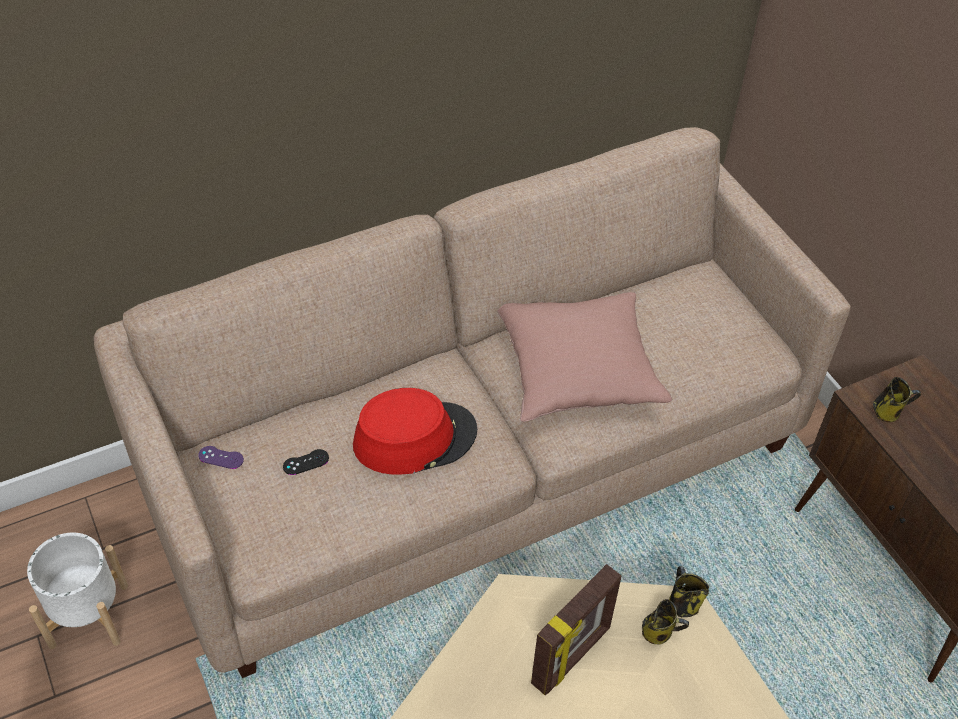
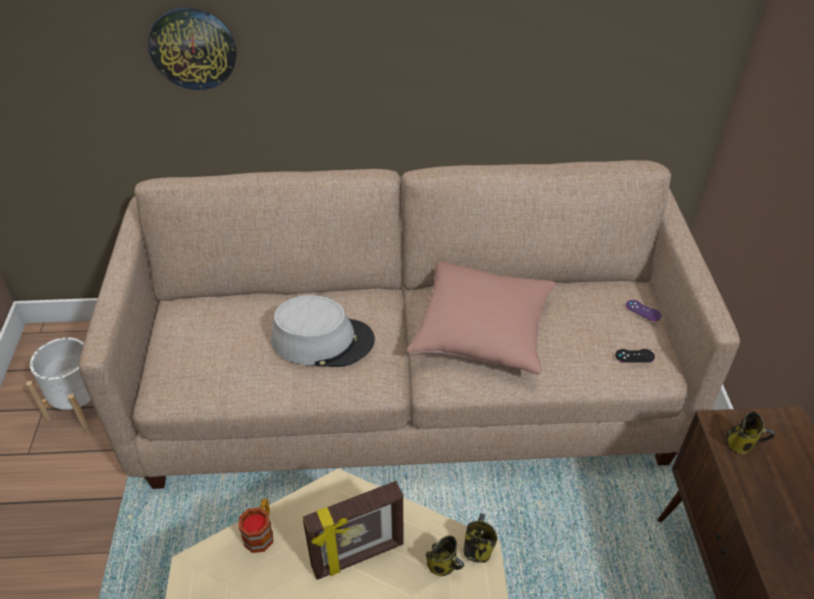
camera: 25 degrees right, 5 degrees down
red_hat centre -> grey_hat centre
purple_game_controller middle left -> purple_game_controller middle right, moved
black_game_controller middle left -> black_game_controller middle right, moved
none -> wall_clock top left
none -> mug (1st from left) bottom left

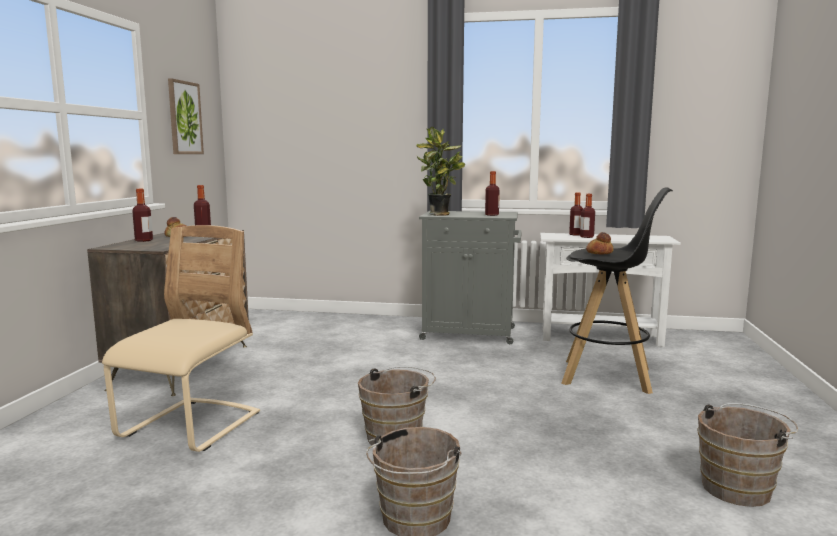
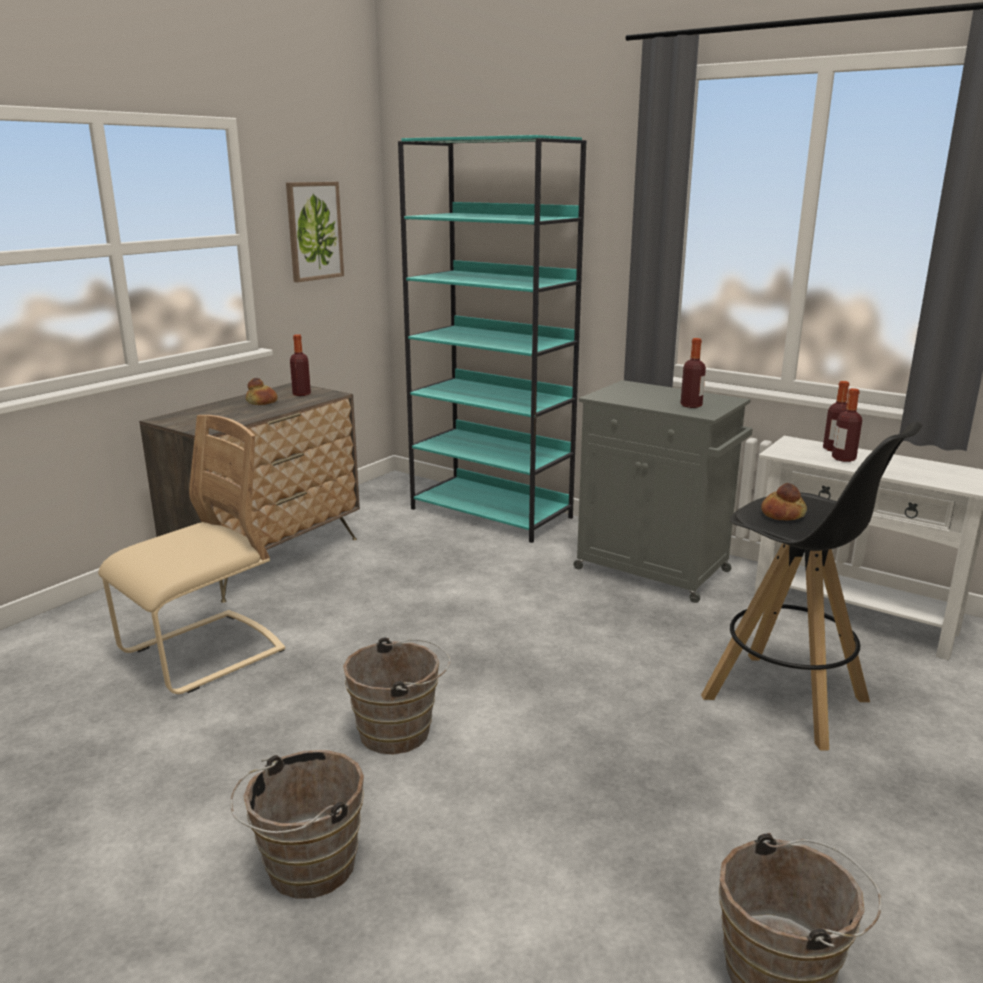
camera: 25 degrees right, 10 degrees up
potted_plant top centre -> none
bottle (1st from left) middle left -> none
none -> turquoise_bookcase centre

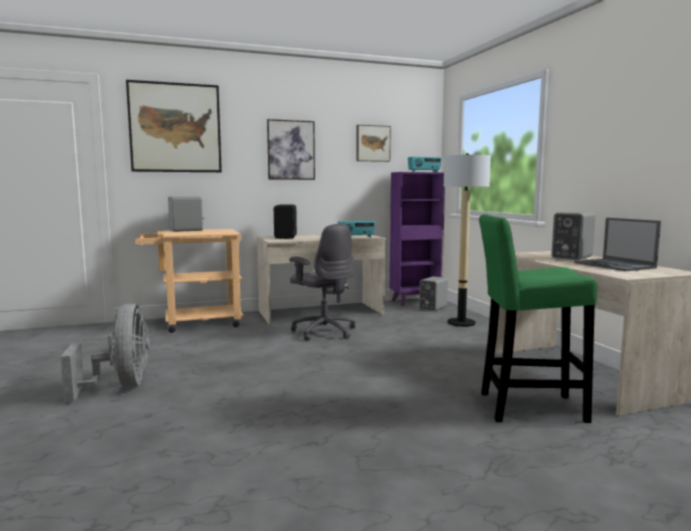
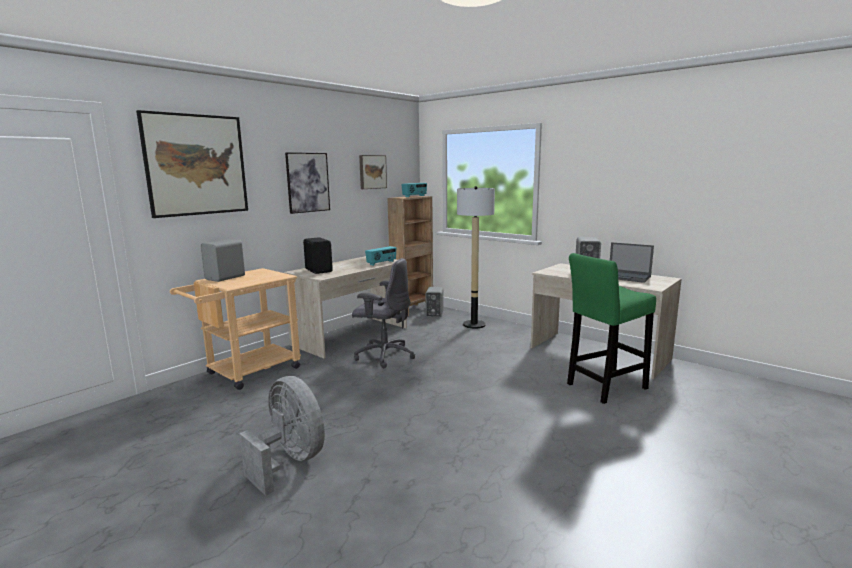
camera: 30 degrees left, 5 degrees up
purple_bookcase centre -> brown_bookcase centre

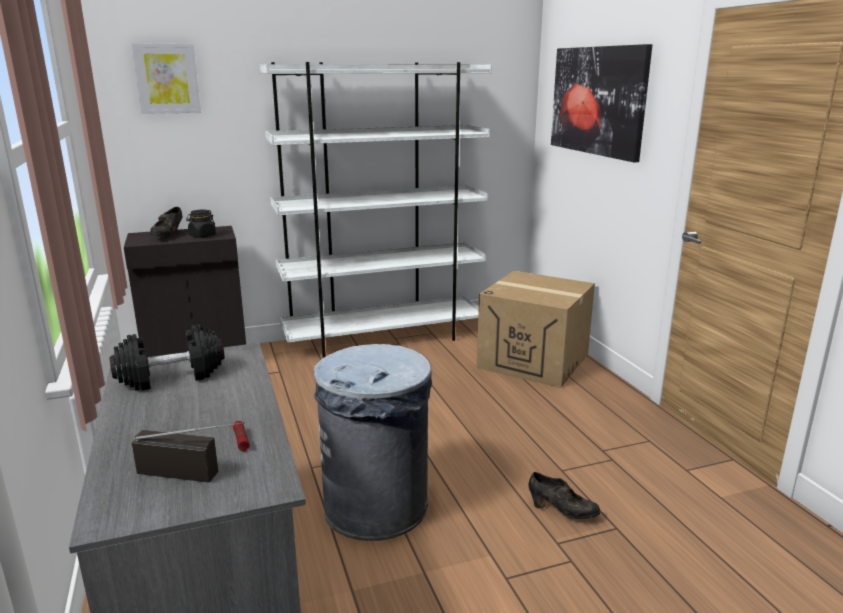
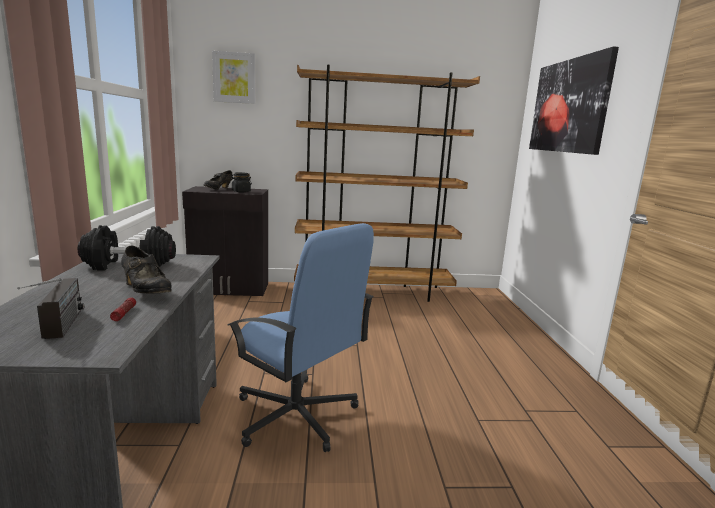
camera: 15 degrees right, 5 degrees down
white_bookcase centre -> brown_bookcase centre
cardboard_box centre -> none
grey_trash_can bottom centre -> blue_office_chair centre
radio bottom left -> radio middle left, 45 degrees clockwise
black_shoe (2nd from left in the first image) bottom right -> black_shoe (1st from left) middle left, moved

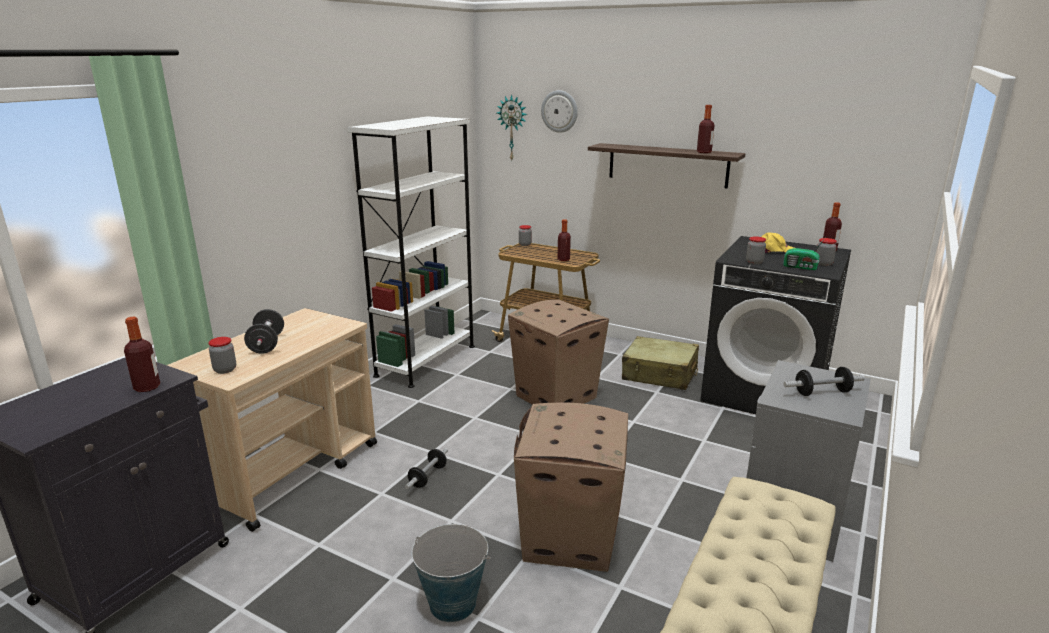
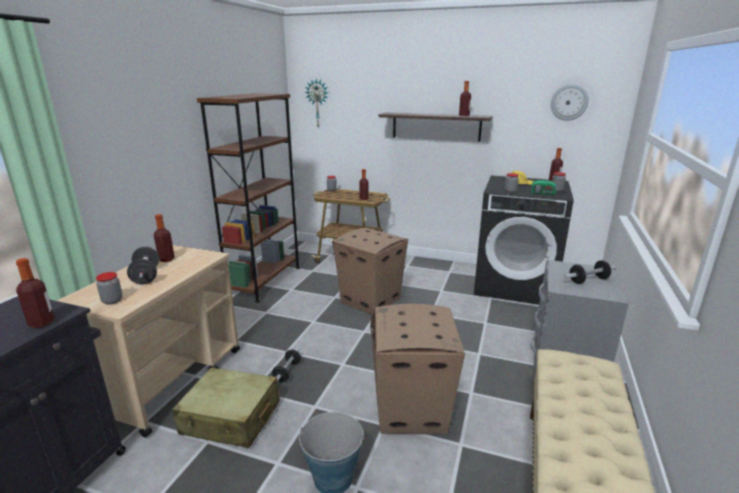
camera: 10 degrees left, 0 degrees up
wall_clock (2nd from left) top centre -> wall_clock (2nd from left) top right, moved
white_bookcase centre -> brown_bookcase centre
beige_suitcase centre -> beige_suitcase bottom left, moved
none -> bottle (2nd from left) middle left

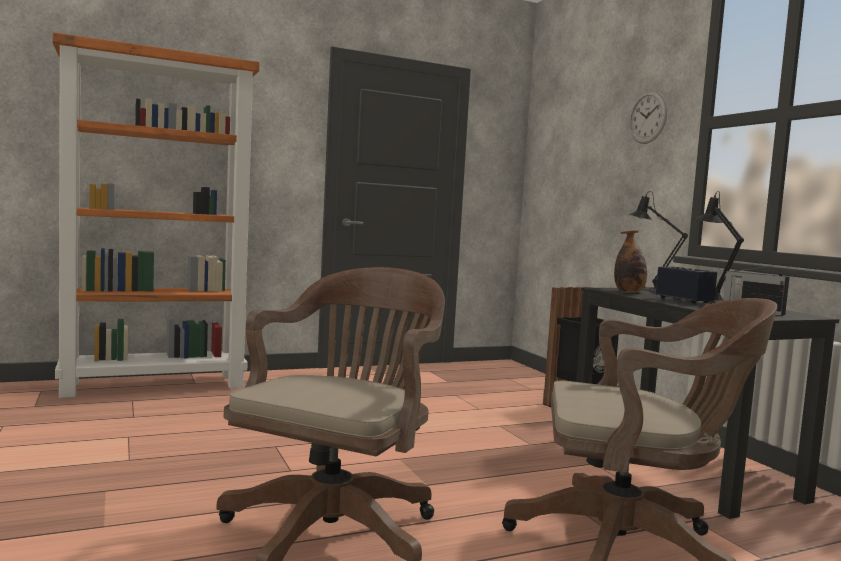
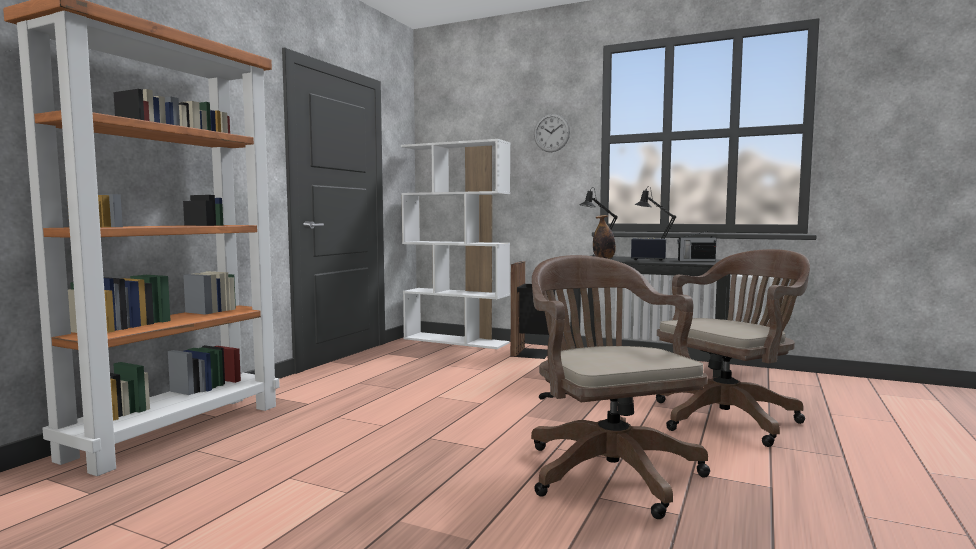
camera: 40 degrees left, 0 degrees up
none -> white_bookcase centre

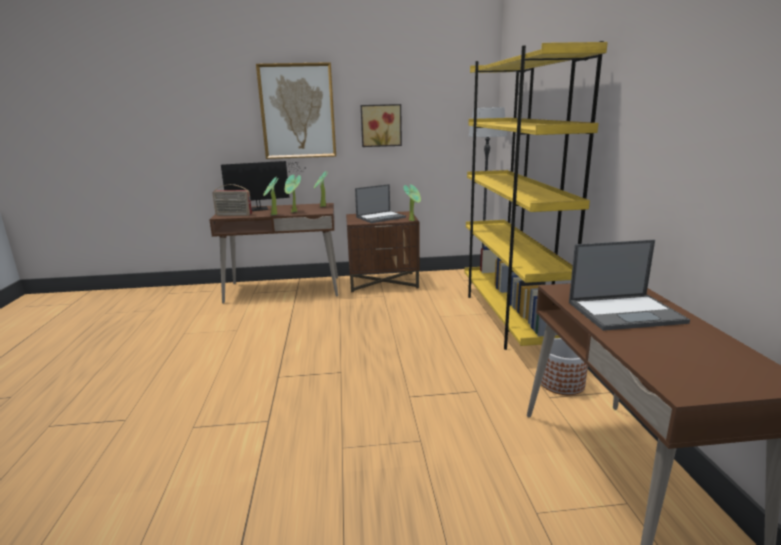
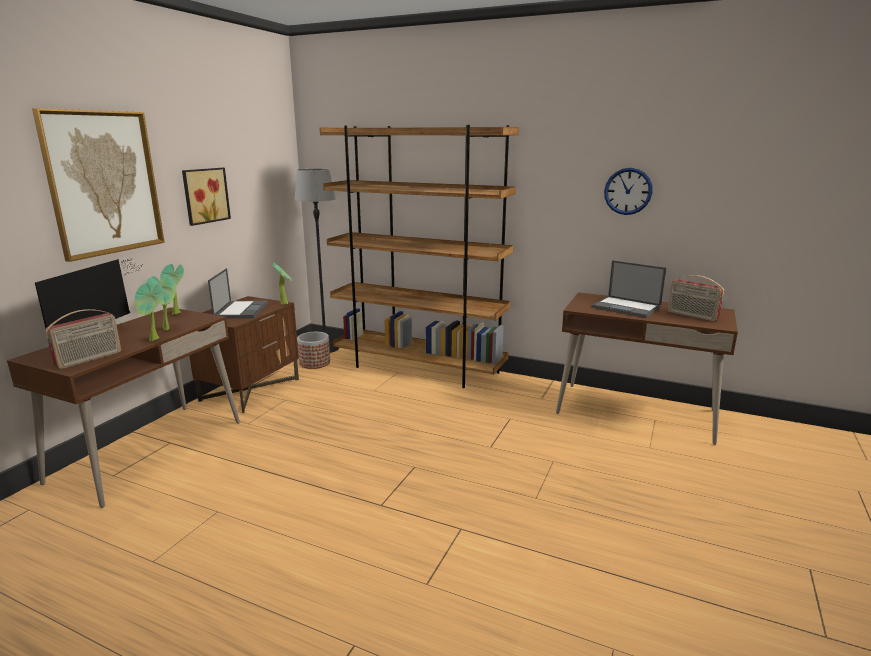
camera: 60 degrees left, 0 degrees up
yellow_bookcase middle right -> brown_bookcase centre
laptop (2nd from left) middle right, 105 degrees clockwise
planter bottom right -> planter centre, moved
none -> wall_clock top right
none -> radio (2nd from left) middle right

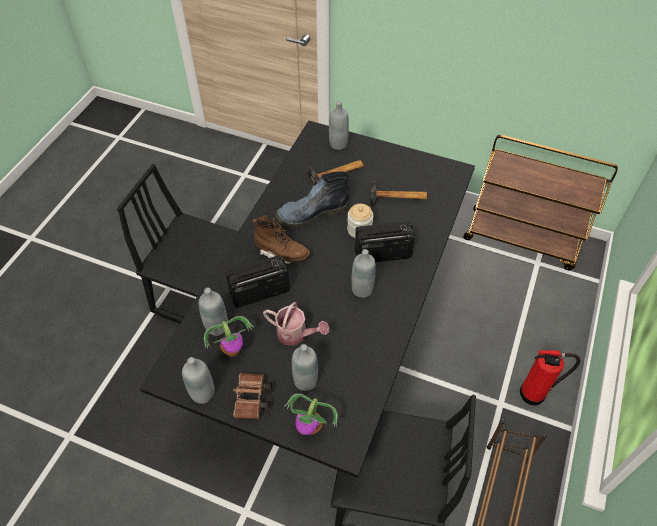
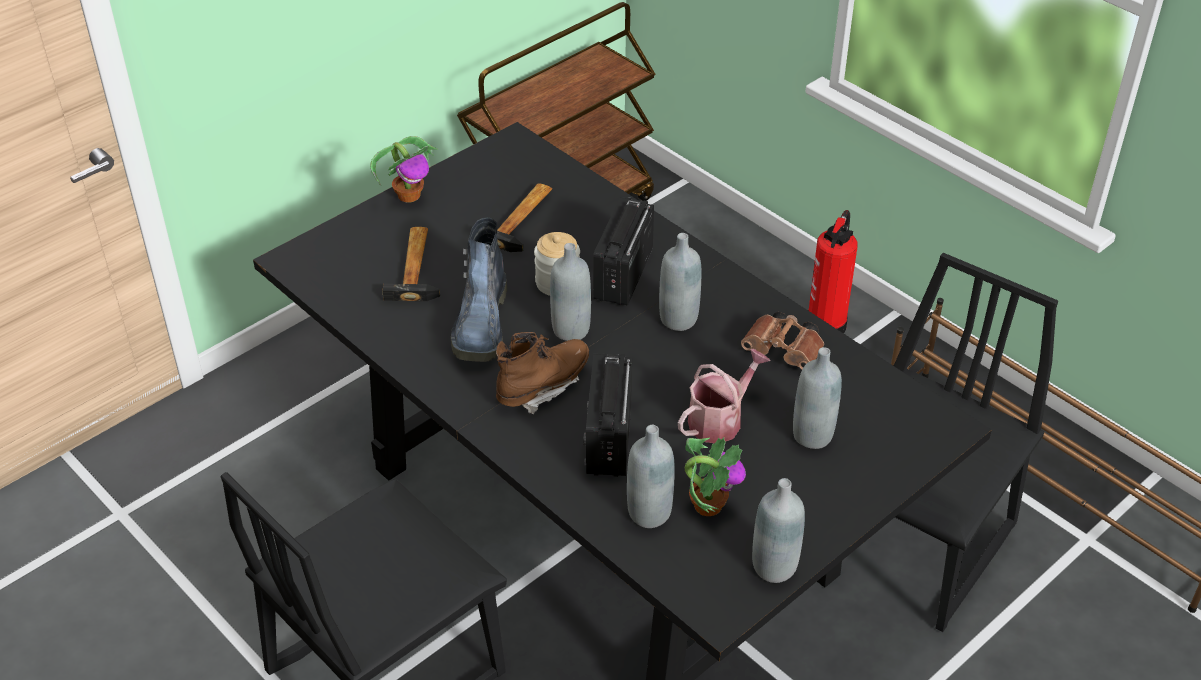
camera: 65 degrees left, 10 degrees down
grey_bottle (4th from left in the first image) top centre -> grey_bottle (1st from left) centre, moved
brown_binoculars bottom centre -> brown_binoculars centre, moved
potted_plant (2nd from left in the first image) bottom centre -> potted_plant (1st from left) top centre, moved

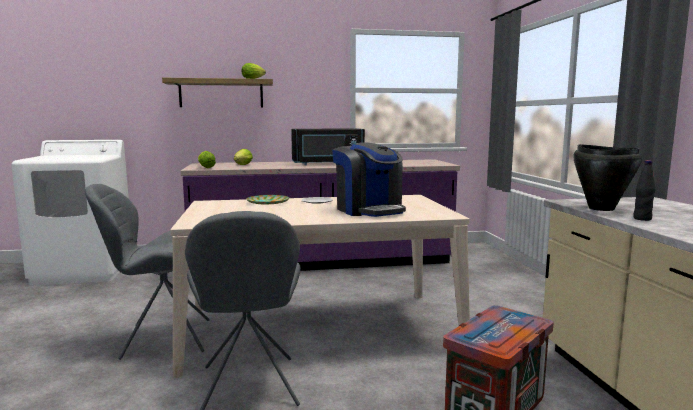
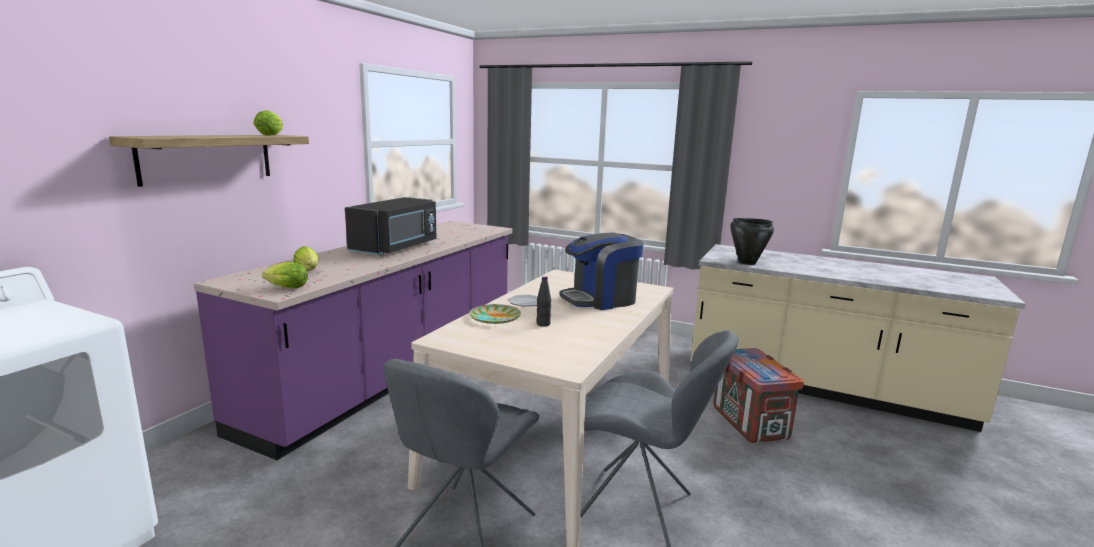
camera: 55 degrees left, 5 degrees up
coffee_machine centre, 150 degrees clockwise
black_bottle middle right -> black_bottle centre, moved

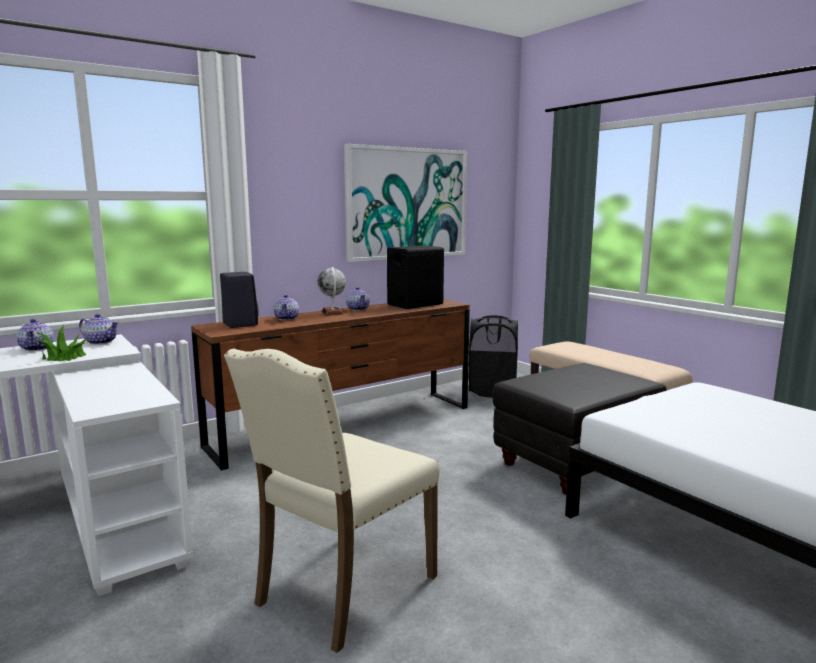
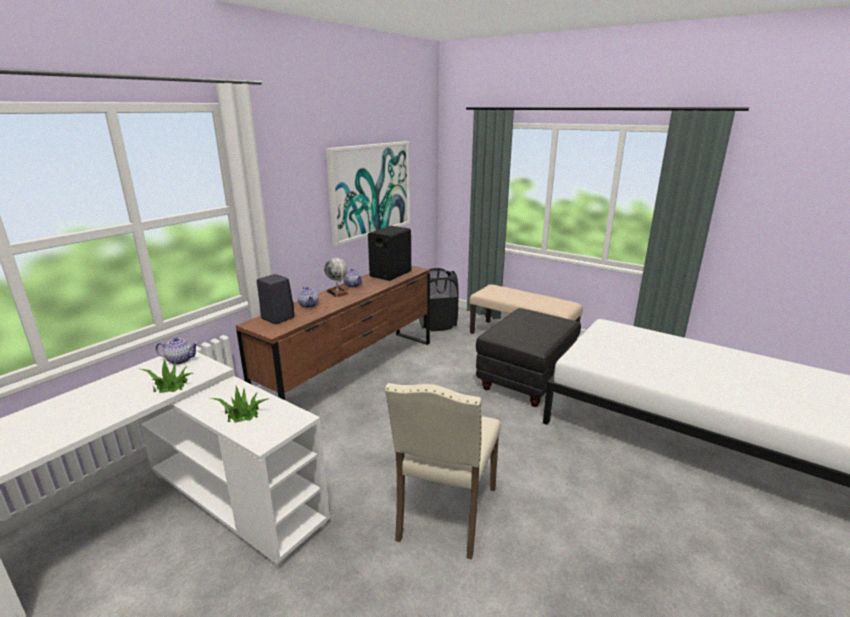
camera: 20 degrees left, 10 degrees up
teapot (1st from left) middle left -> none
none -> potted_plant (2nd from left) middle left

